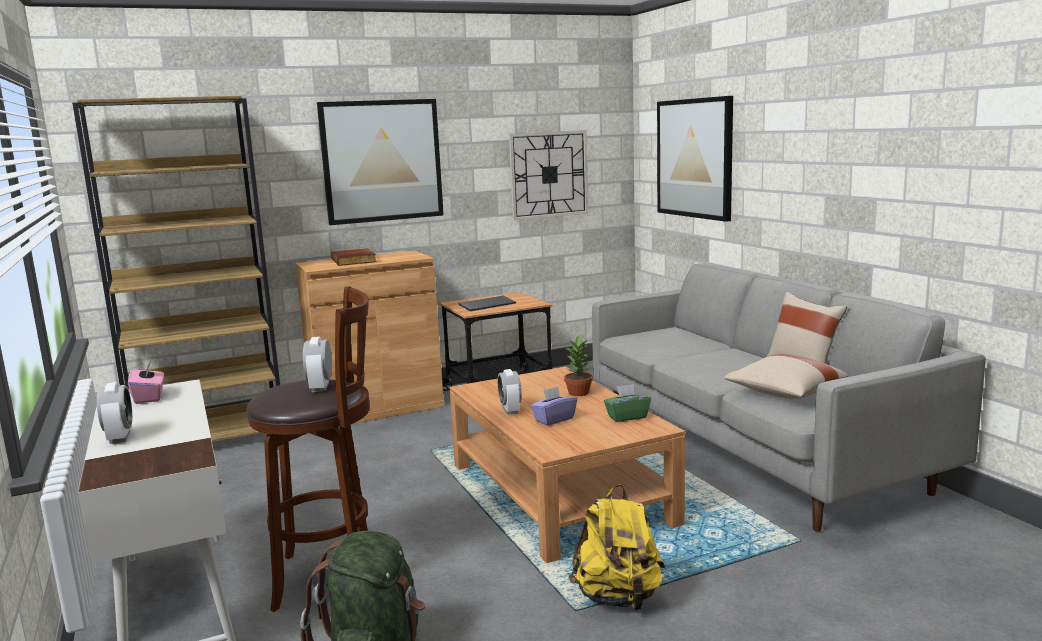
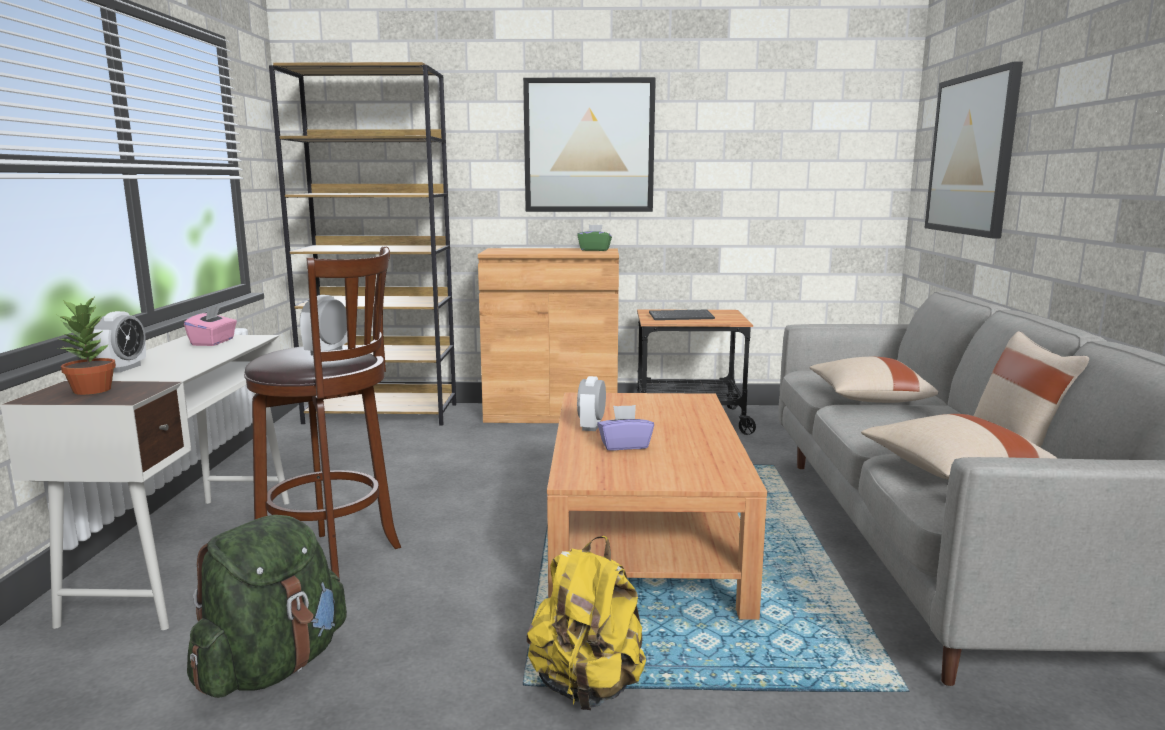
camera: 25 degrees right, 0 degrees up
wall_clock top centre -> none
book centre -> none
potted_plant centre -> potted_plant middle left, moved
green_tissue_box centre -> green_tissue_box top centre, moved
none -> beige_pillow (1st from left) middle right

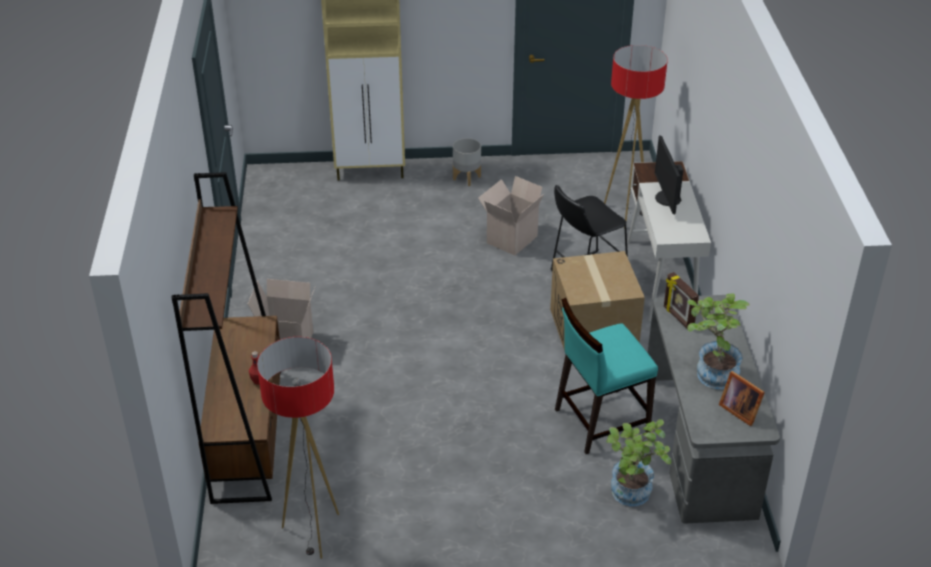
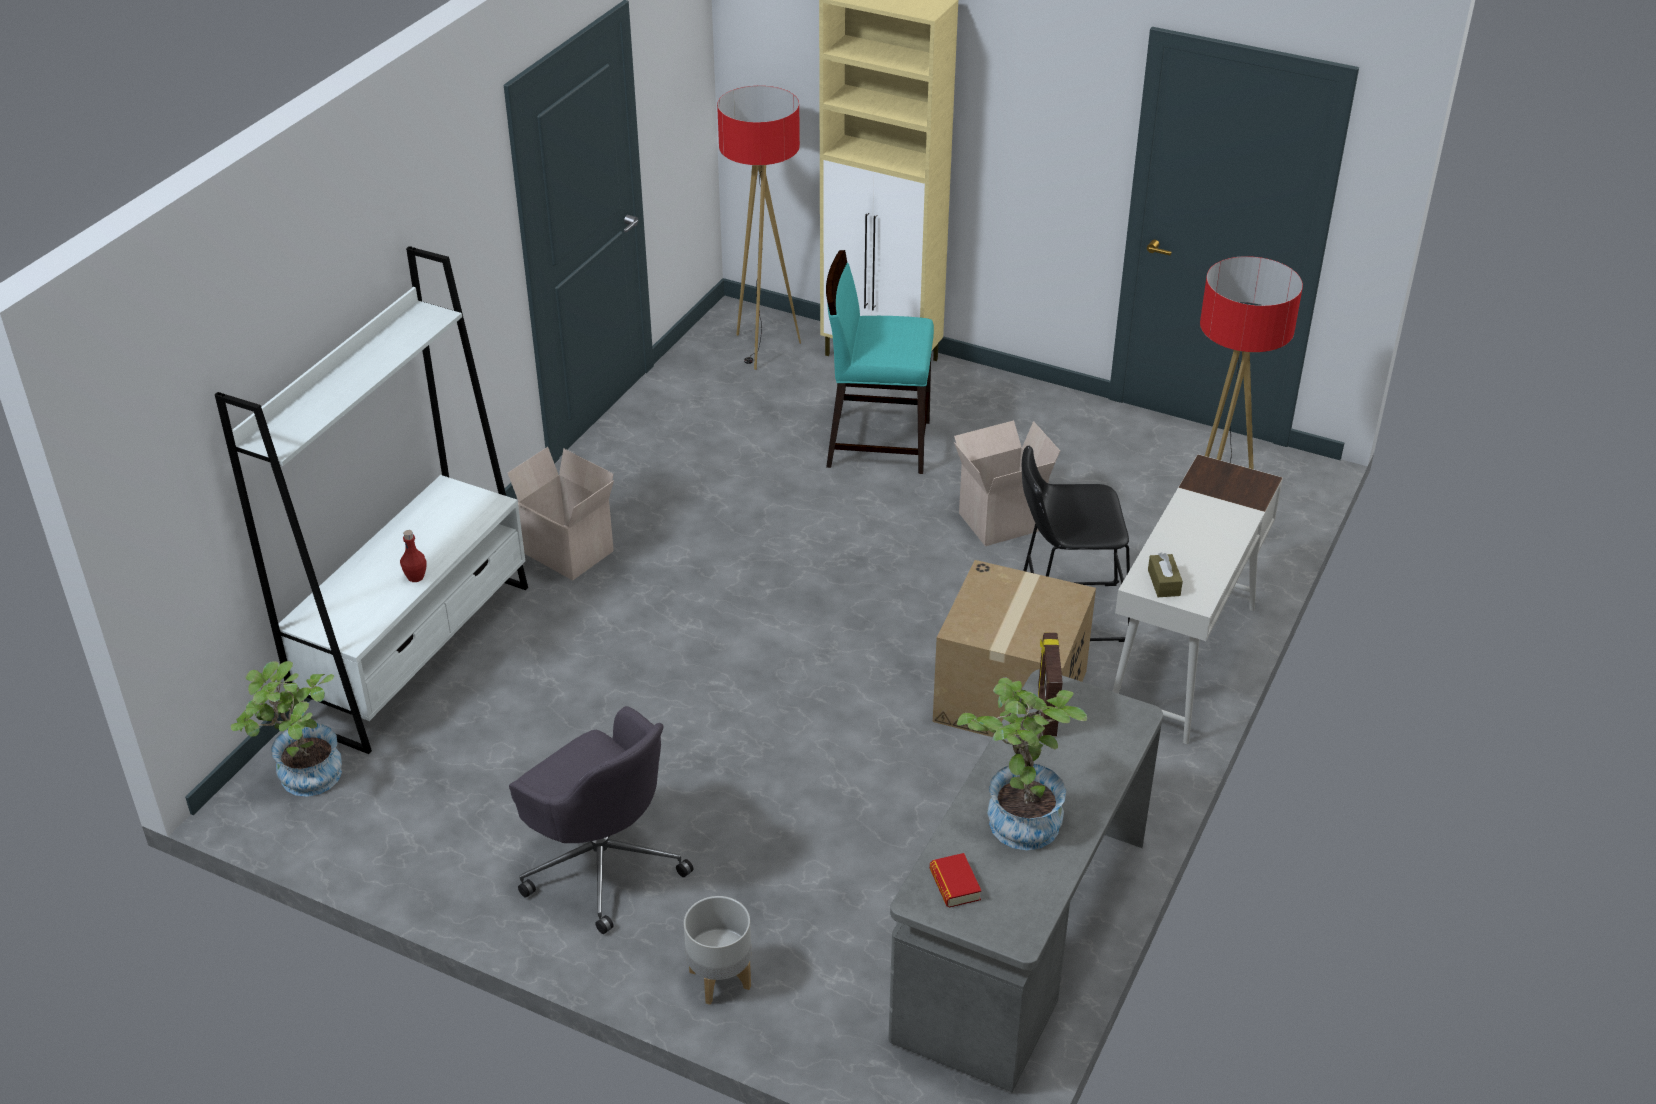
camera: 30 degrees right, 0 degrees up
monitor top right -> none
grey_planter top centre -> grey_planter bottom centre, moved
brown_bookcase middle left -> white_bookcase middle left
turquoise_chair centre -> turquoise_chair top centre, moved
floor_lamp (1st from left) bottom left -> floor_lamp (1st from left) top centre, moved
picture_frame (2nd from left) bottom right -> none
potted_plant (1st from left) bottom right -> potted_plant (1st from left) middle left, moved
none -> brown_tissue_box middle right
none -> grey_office_chair bottom centre
none -> book bottom centre

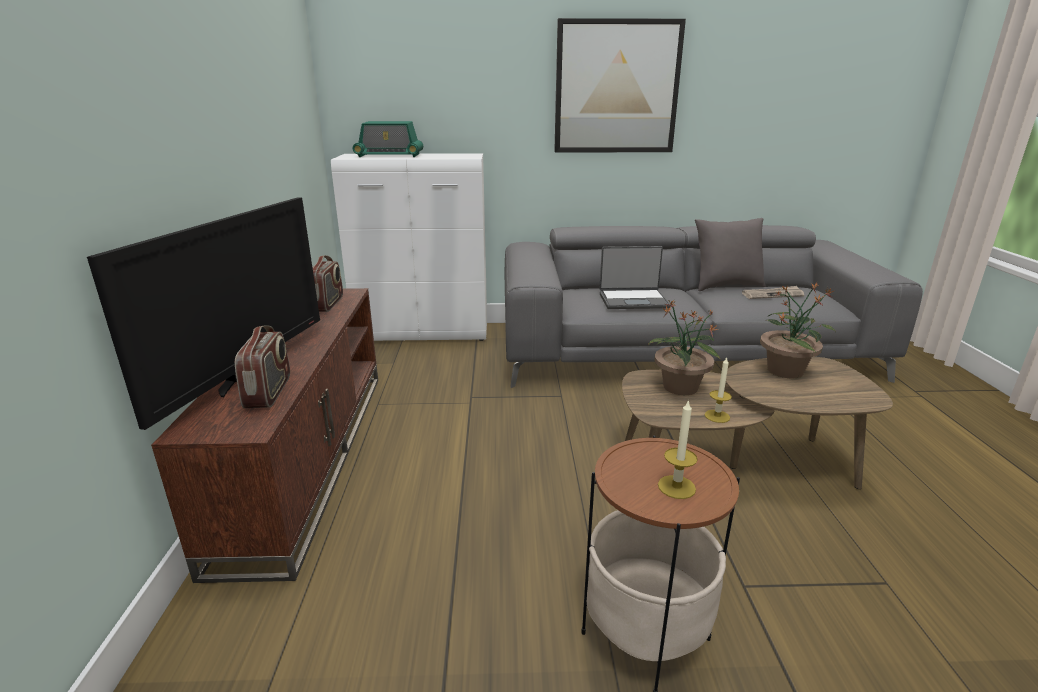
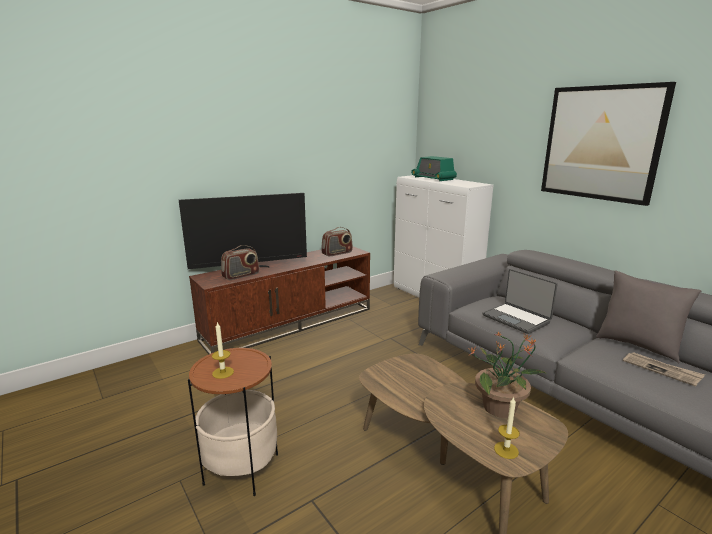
camera: 55 degrees right, 5 degrees down
potted_plant (1st from left) centre -> none
candle (2nd from left) middle right -> candle (2nd from left) bottom right, moved

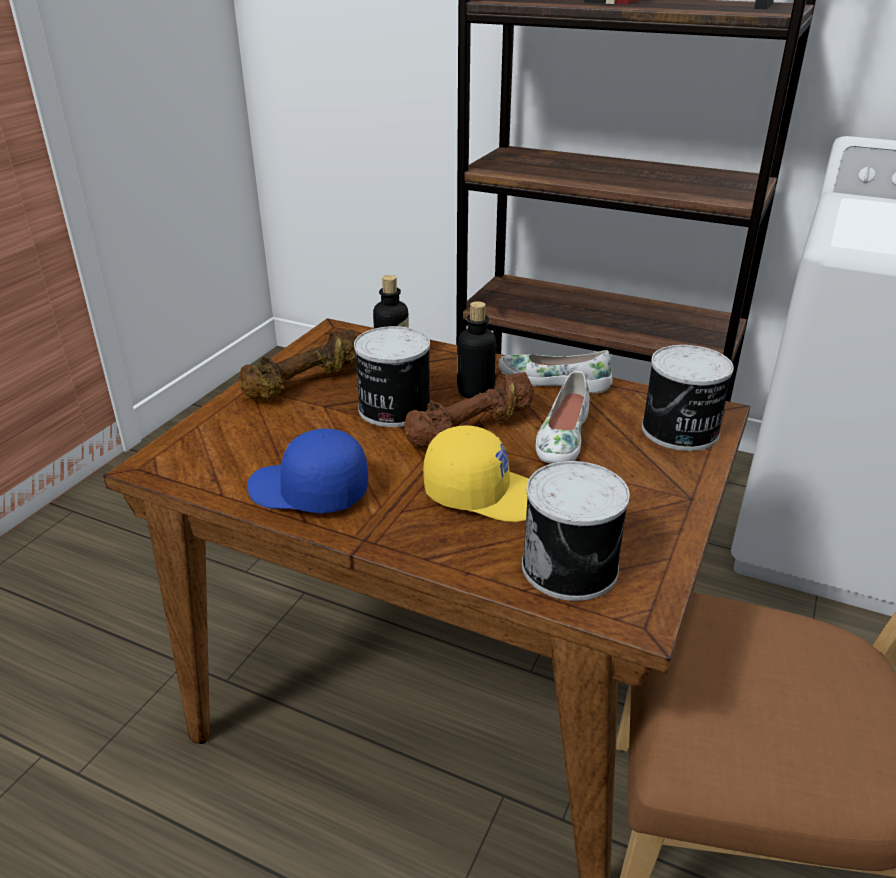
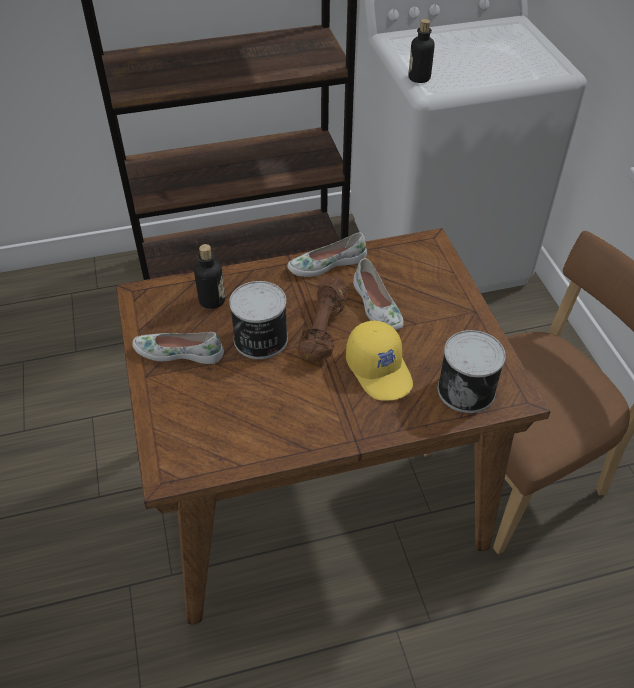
camera: 40 degrees left, 15 degrees up
bottle (2nd from left) centre -> bottle (2nd from left) top centre, moved
brown_dumbbell (1st from left) middle left -> white_shoe (1st from left) middle left
can (3rd from left) middle right -> none
yellow_cap centre, 90 degrees clockwise
blue_cap centre -> none

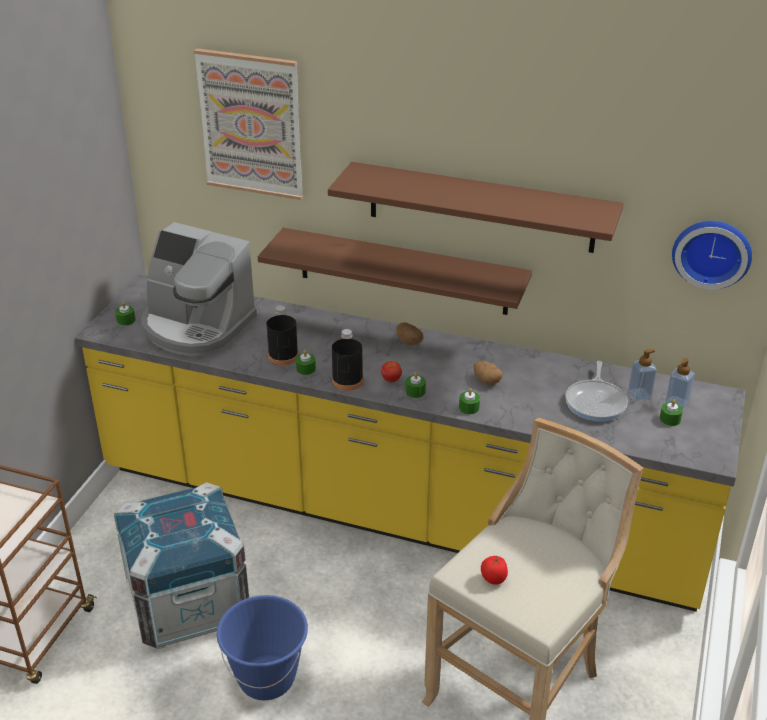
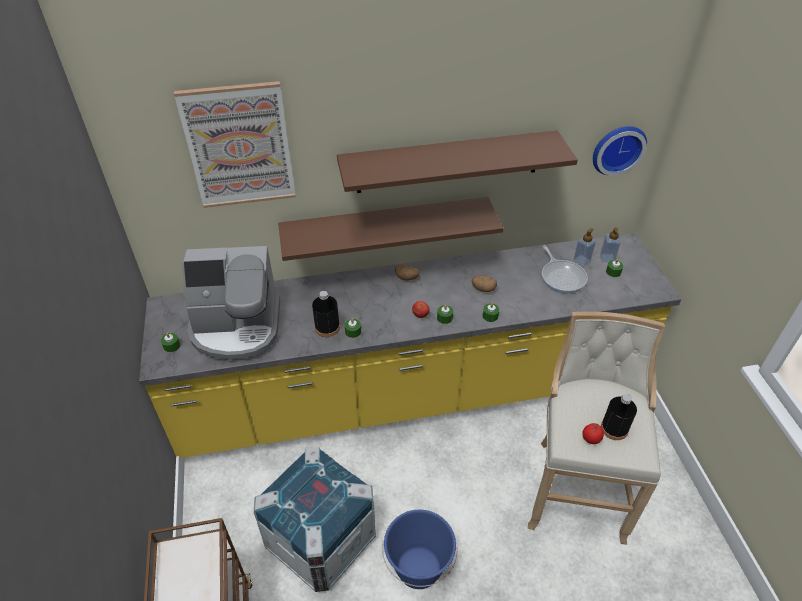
camera: 30 degrees left, 10 degrees up
black_bottle (2nd from left) centre -> black_bottle (2nd from left) bottom right, moved

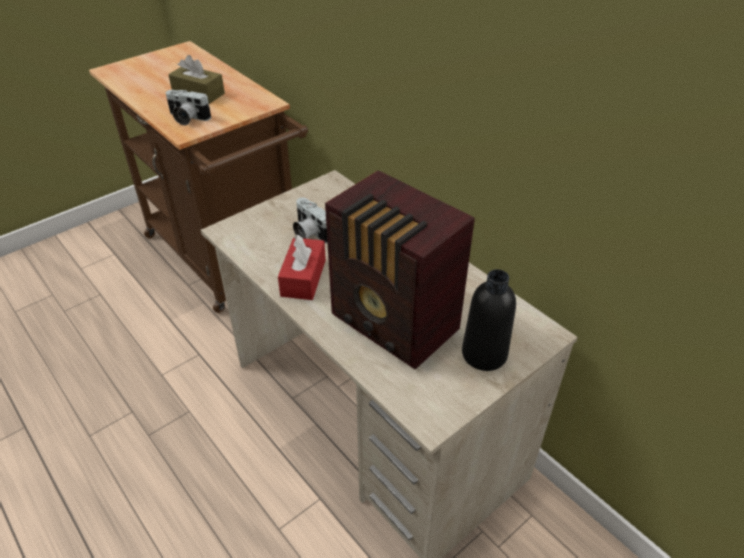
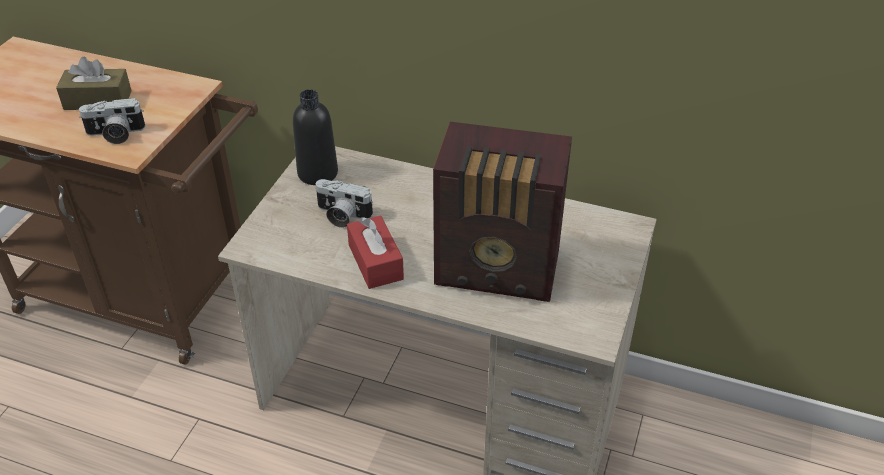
camera: 30 degrees left, 0 degrees up
black_bottle centre -> black_bottle top centre, moved

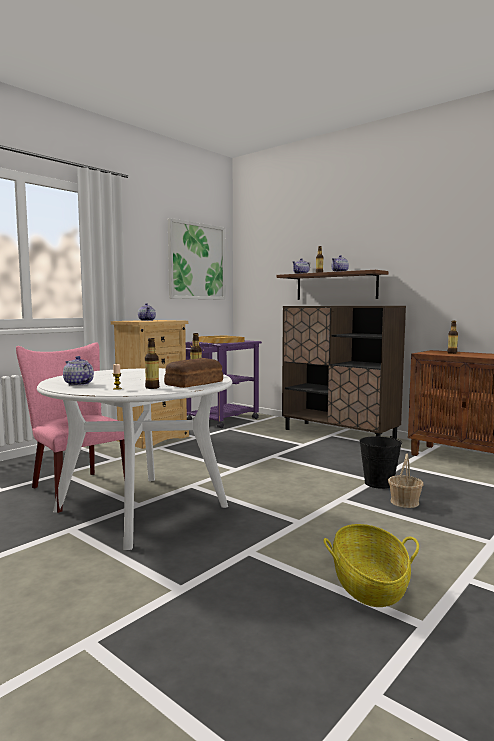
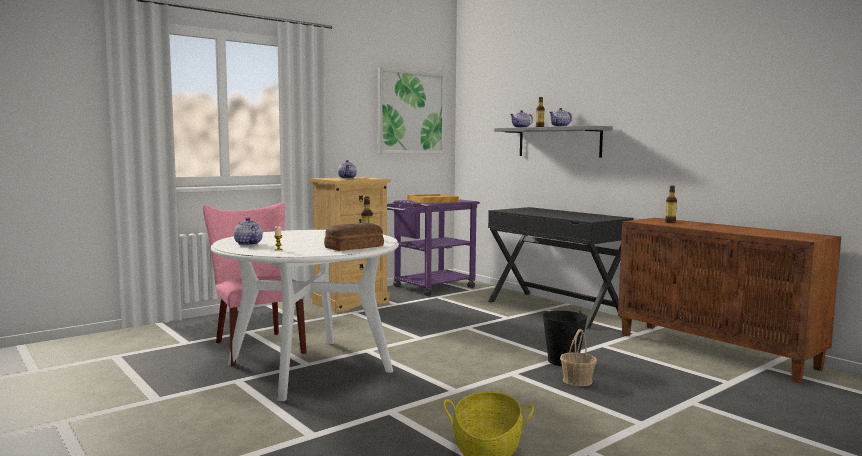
camera: 10 degrees right, 0 degrees up
brown_shelf middle right -> grey_shelf top centre
brown_cabinet (1st from left) middle right -> black_desk centre
bottle (1st from left) middle left -> none

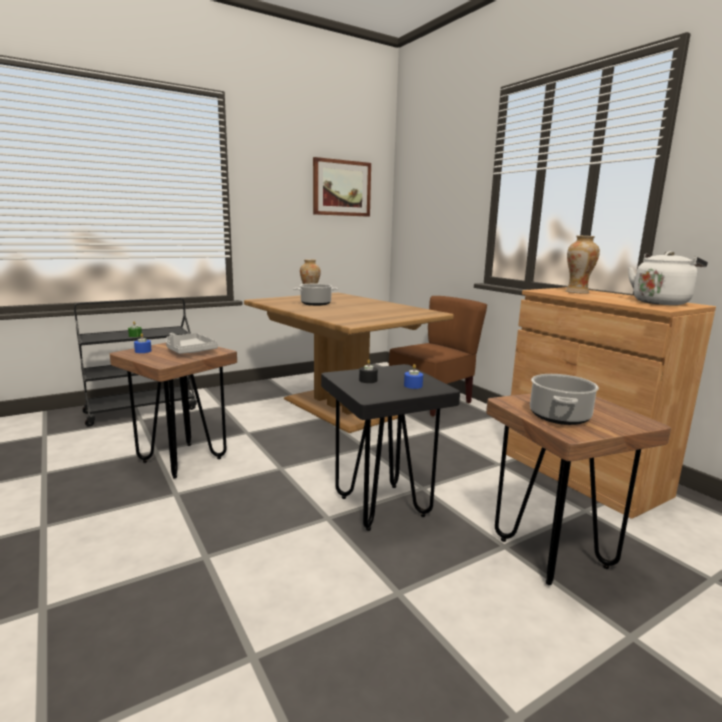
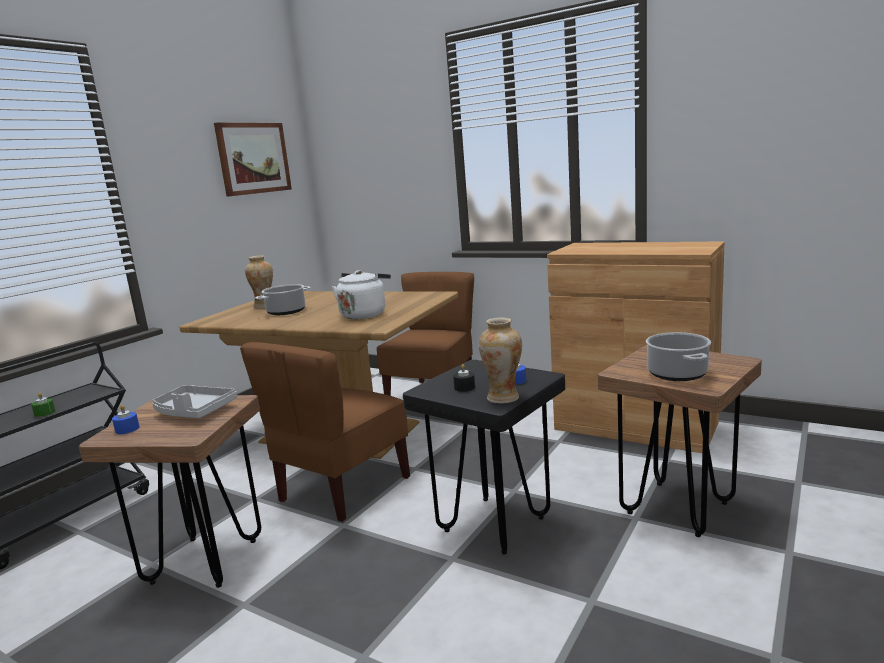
camera: 25 degrees left, 0 degrees up
vase (2nd from left) middle right -> vase (2nd from left) centre, moved
white_kettle middle right -> white_kettle centre, moved
none -> brown_chair (1st from left) centre

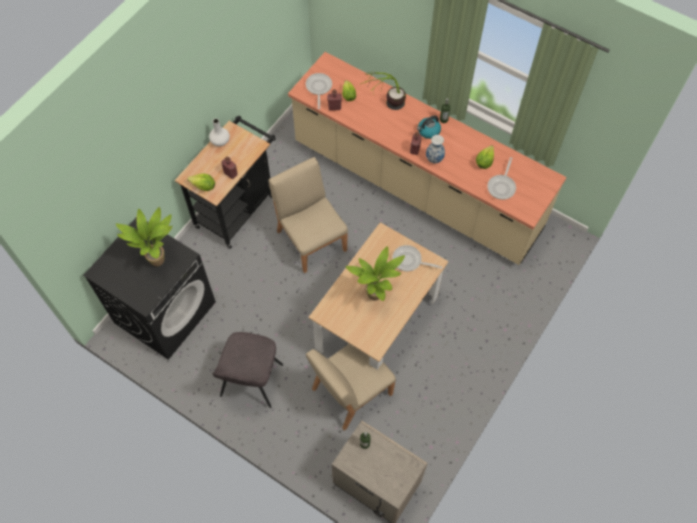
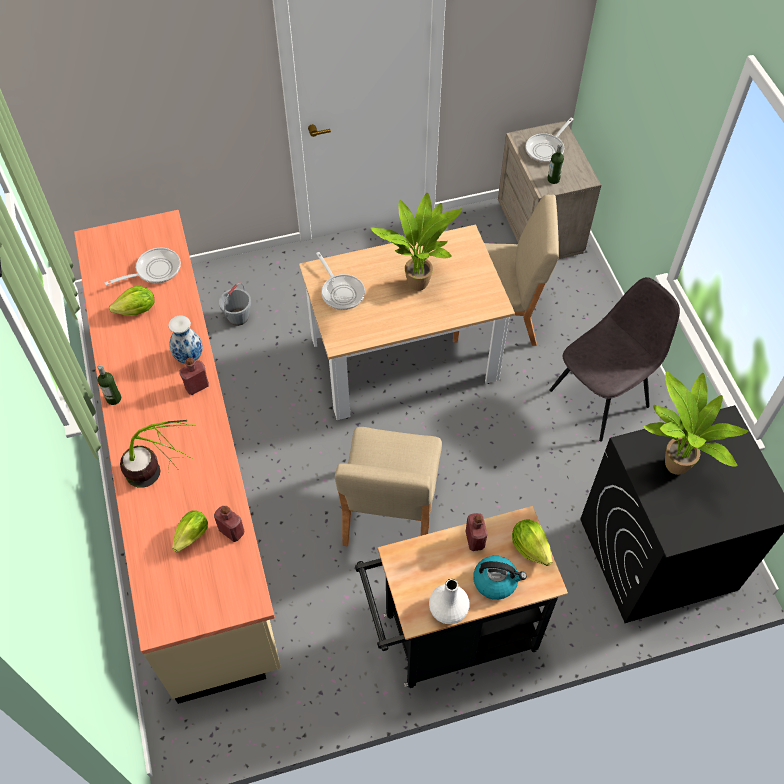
camera: 140 degrees left, 5 degrees down
frying_pan (1st from left in the first image) top centre -> frying_pan (3rd from left) top right, moved
kettle top centre -> kettle bottom centre, moved
none -> grey_bucket middle left

